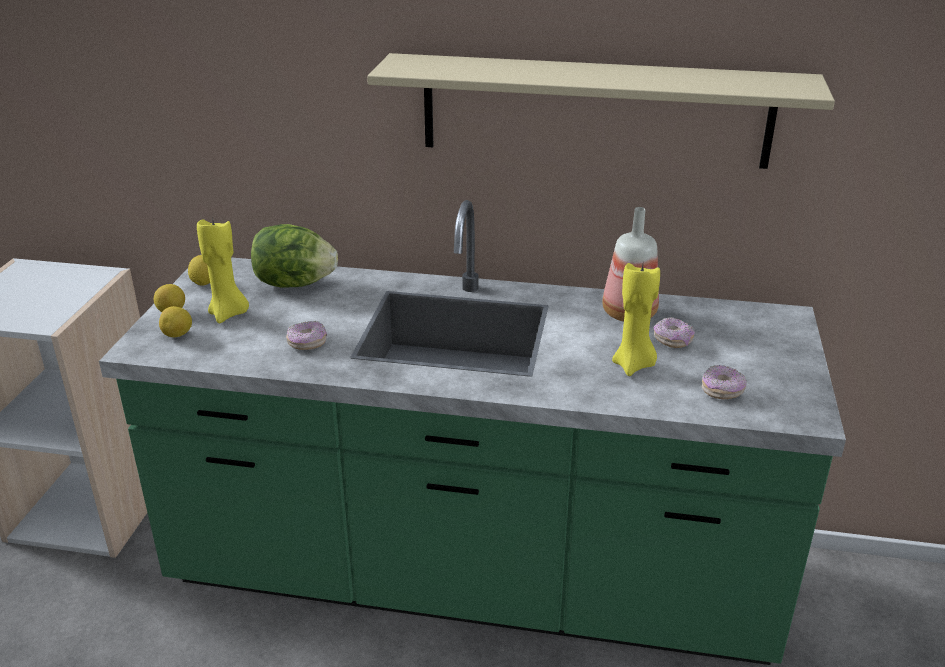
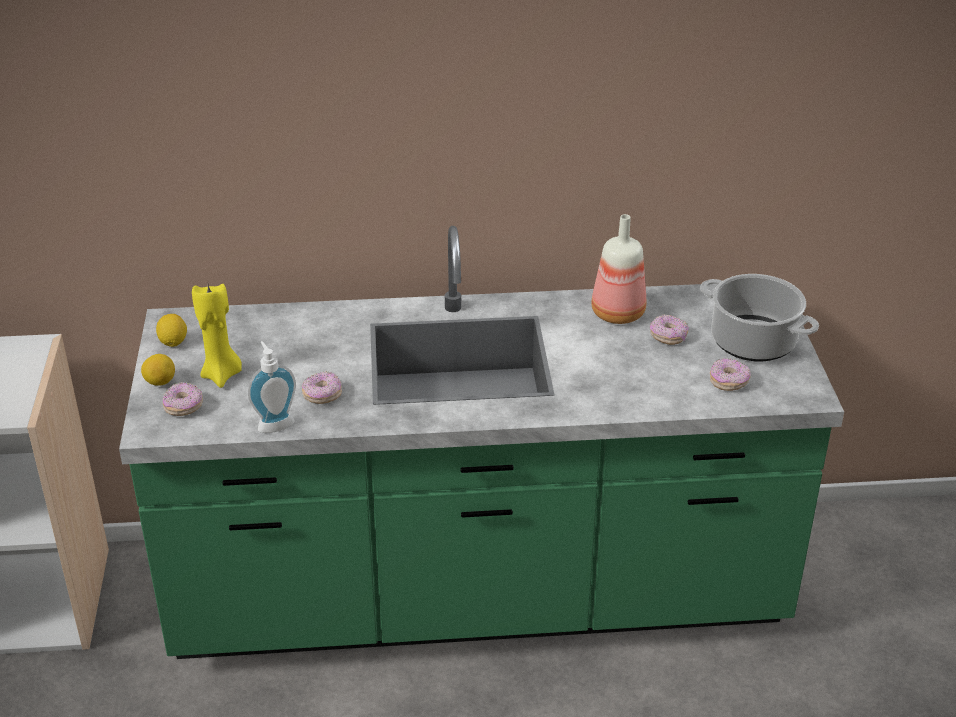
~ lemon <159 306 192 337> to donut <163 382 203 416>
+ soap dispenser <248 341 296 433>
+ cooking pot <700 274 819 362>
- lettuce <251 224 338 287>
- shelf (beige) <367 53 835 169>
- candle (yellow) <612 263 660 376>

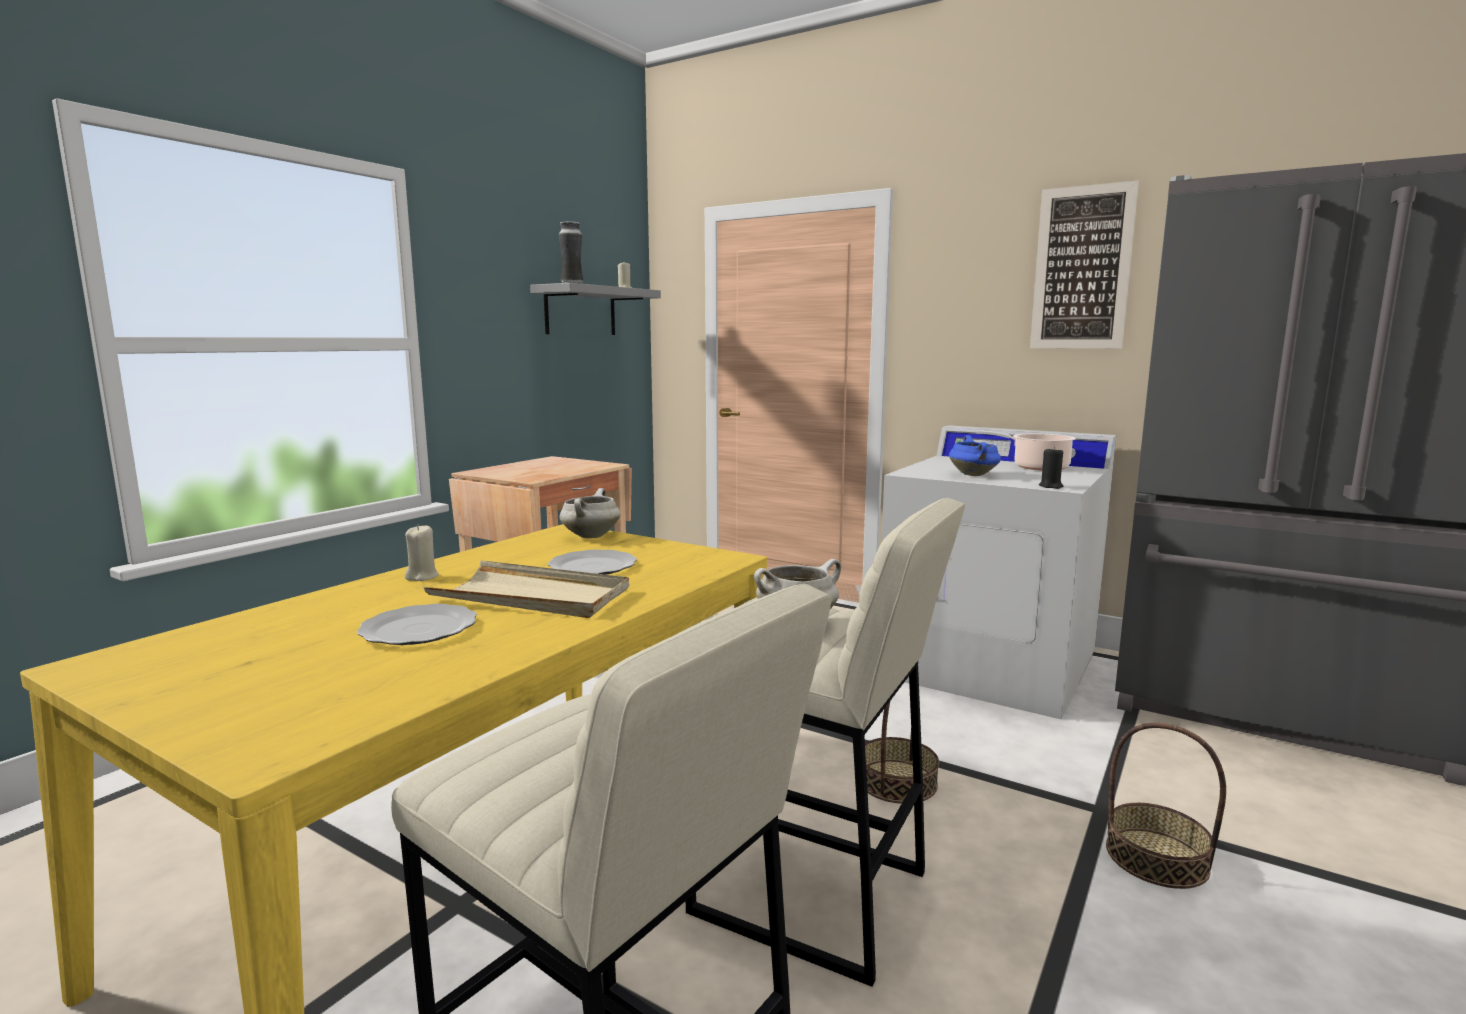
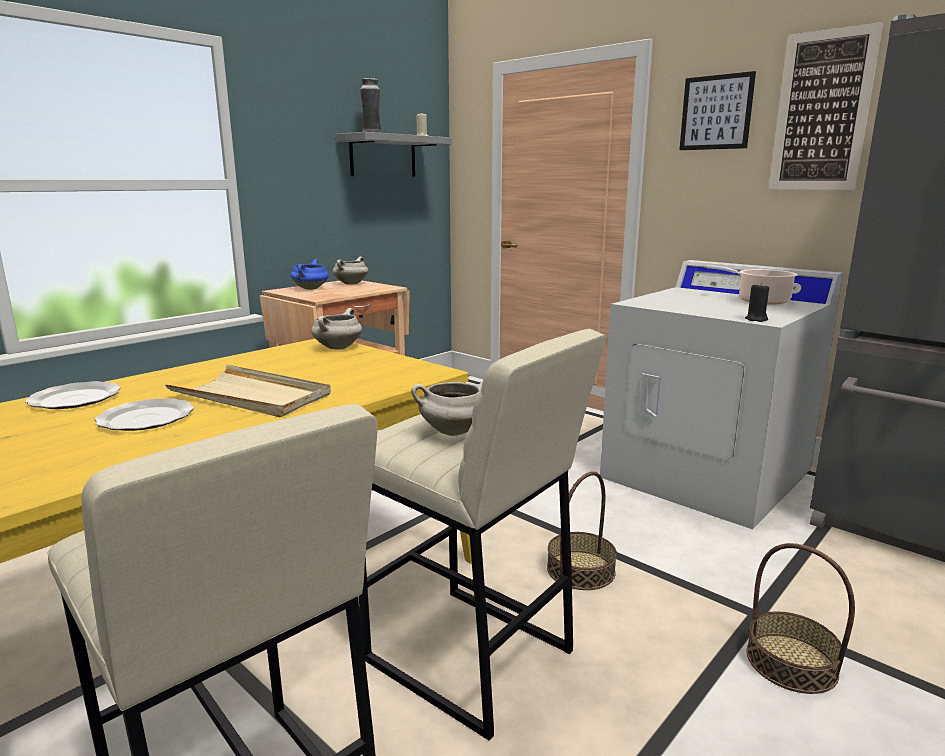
~ plate <548 549 637 575> to <25 381 121 409>
~ cooking pot (blue) <949 435 1001 476> to <291 259 328 290>
+ cooking pot (white) <333 257 368 285>
+ picture <679 71 756 150>
- candle (beige) <405 525 439 581>

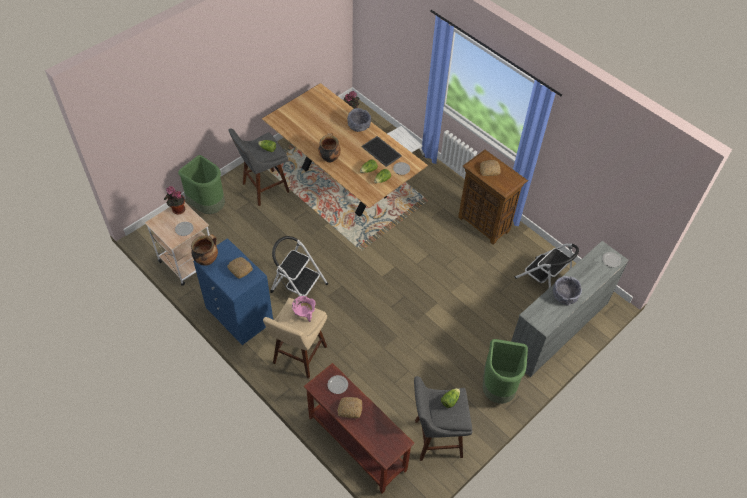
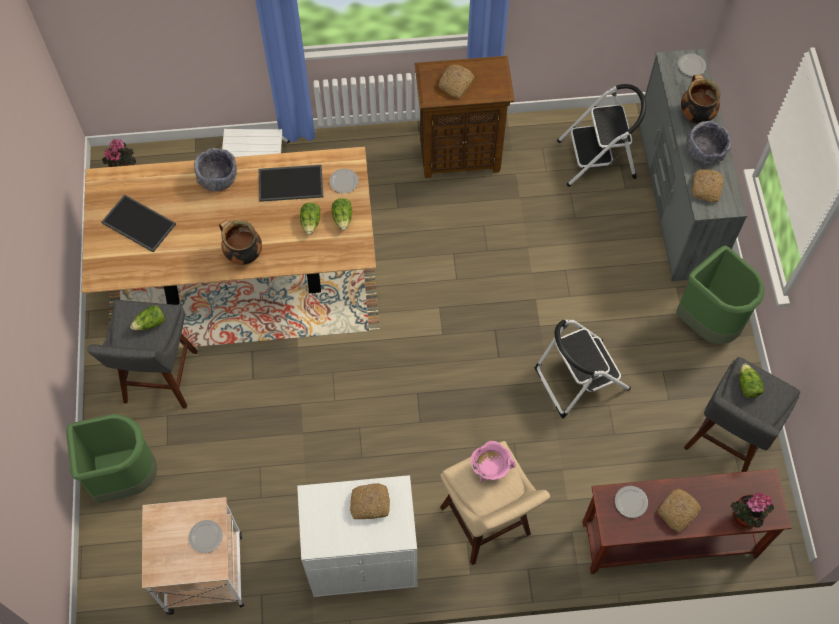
+ tray <101 194 176 252>
~ cabinet (blue) <193 238 273 345> to cabinet (white) <297 475 417 597>
~ step ladder <270 236 328 296> to <535 320 631 419>
~ cooking pot <191 234 218 266> to <681 75 720 124>
+ bread <692 169 724 202>
~ potted plant <164 186 185 214> to <730 492 774 529>

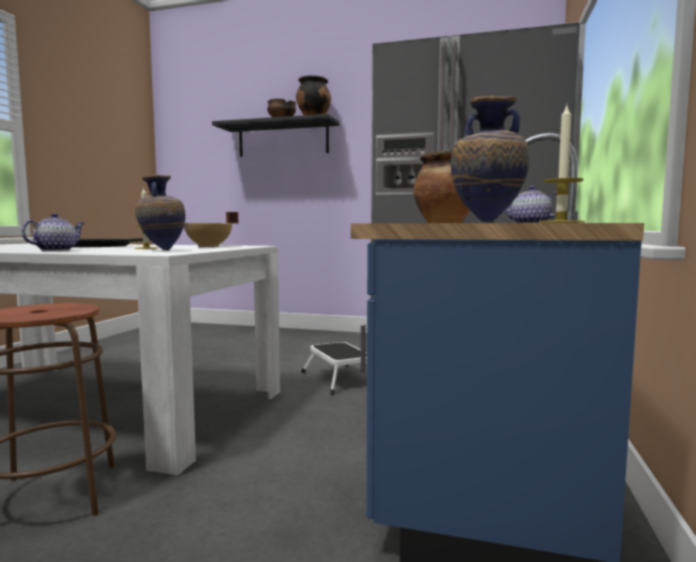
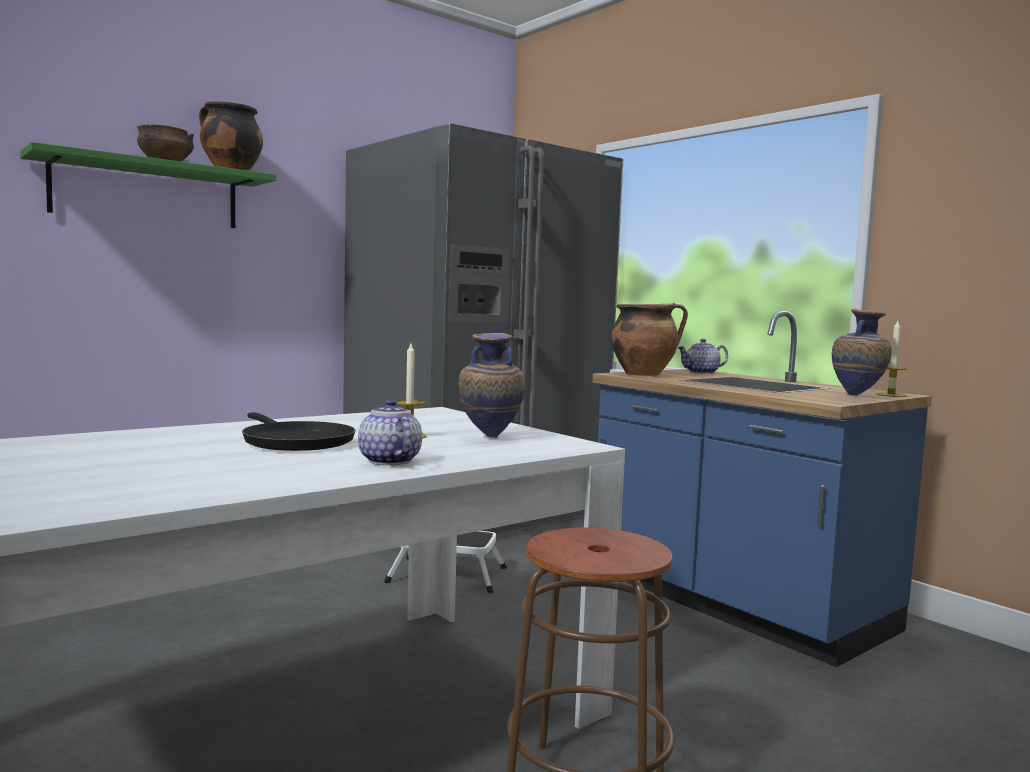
~ shelf (black) <212 114 339 157> to shelf (green) <20 142 276 228>
- cooking pot (beige) <184 212 238 248>

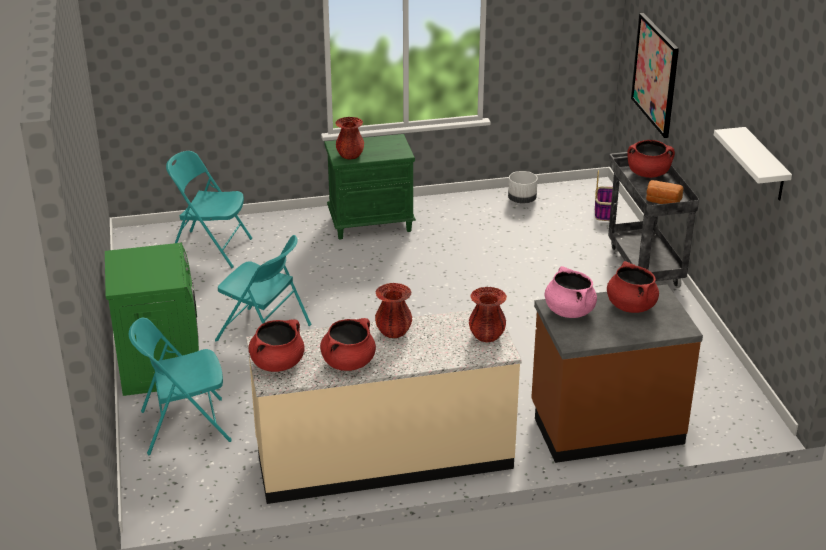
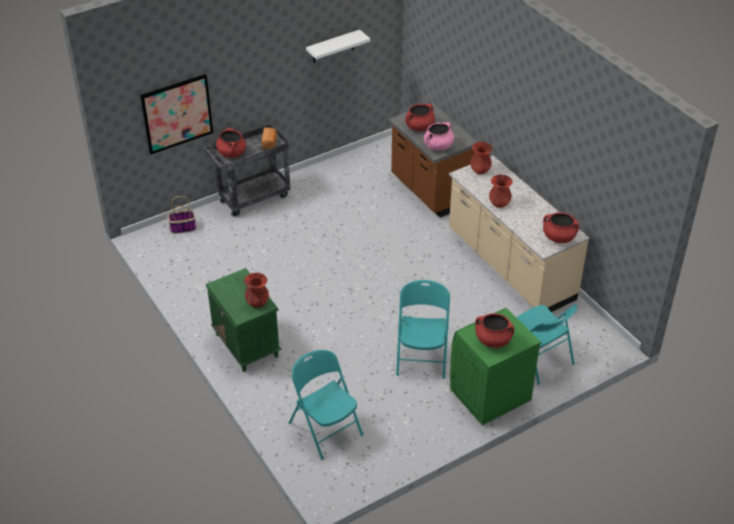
~ chair (turquoise) <166 151 252 269> = <289 350 364 460> 150 degrees clockwise
~ cooking pot (red) <320 318 376 371> to <475 313 514 348>
- planter (white) <508 171 538 204>

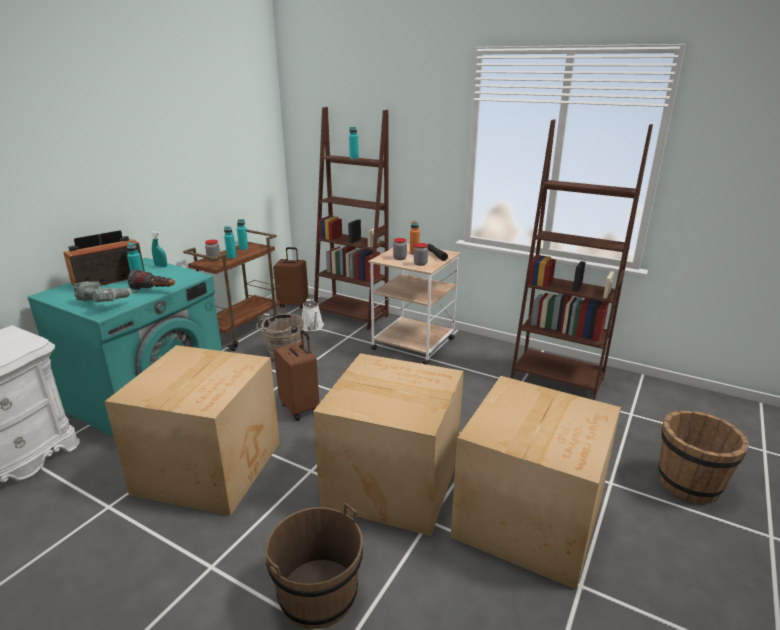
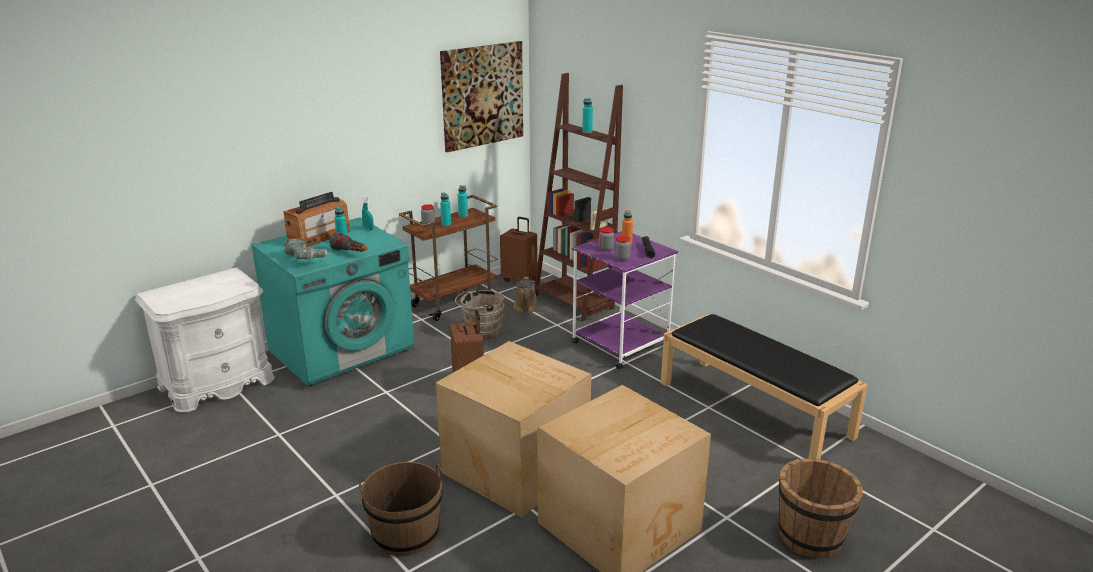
~ radio <64 230 145 286> = <283 192 350 247> 150 degrees clockwise
+ picture <440 41 523 152>
~ watering can (white) <302 298 324 331> to watering can (brown) <513 277 539 313>
~ cart (beige) <369 244 461 365> to cart (purple) <572 231 678 369>
~ bookcase (brown) <511 120 653 400> to bench (black) <661 314 868 459>
- cardboard box <104 345 280 516>

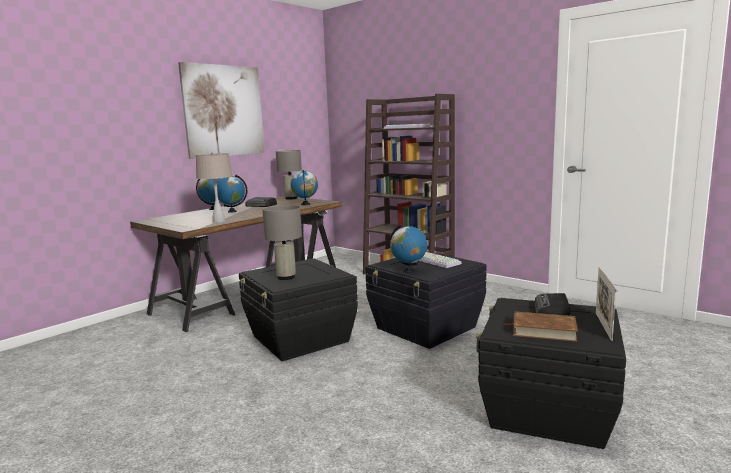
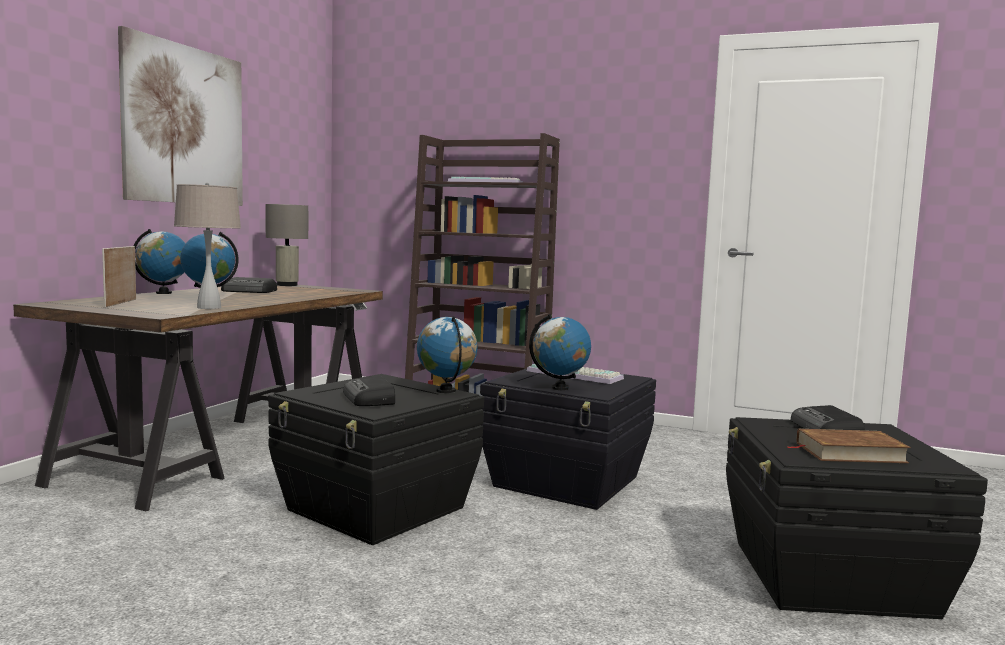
~ picture frame <596 267 616 341> to <102 246 136 308>
~ table lamp (grey) <263 205 302 280> to radio <343 376 395 406>
~ globe <291 170 318 205> to <417 316 478 393>

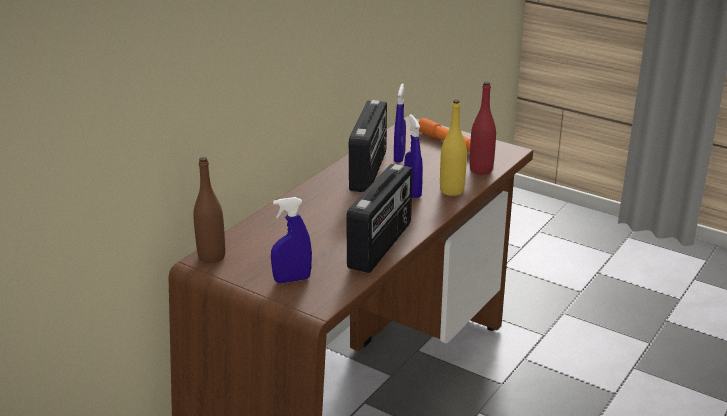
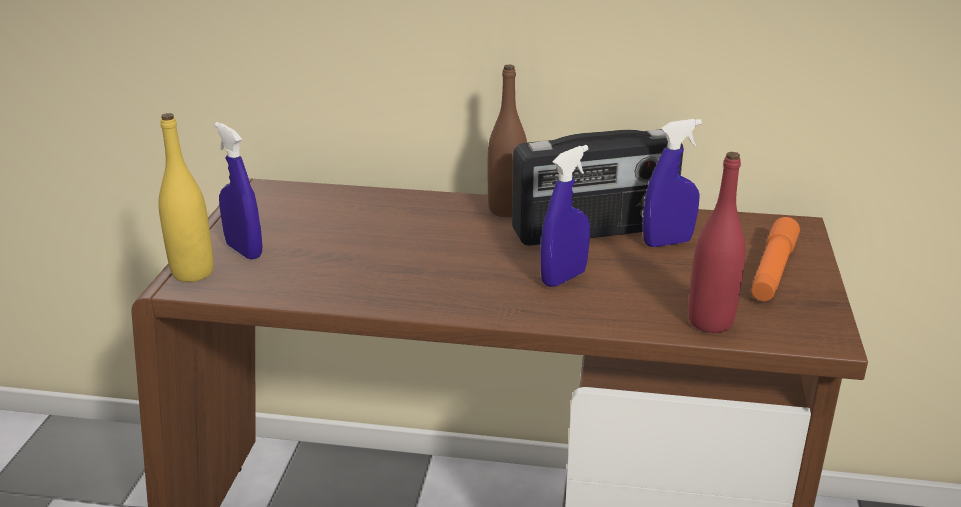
~ bottle (yellow) <440 99 467 196> to <158 113 214 282>
~ bottle (brown) <194 157 225 263> to <488 64 527 217>
- radio <346 164 413 273>

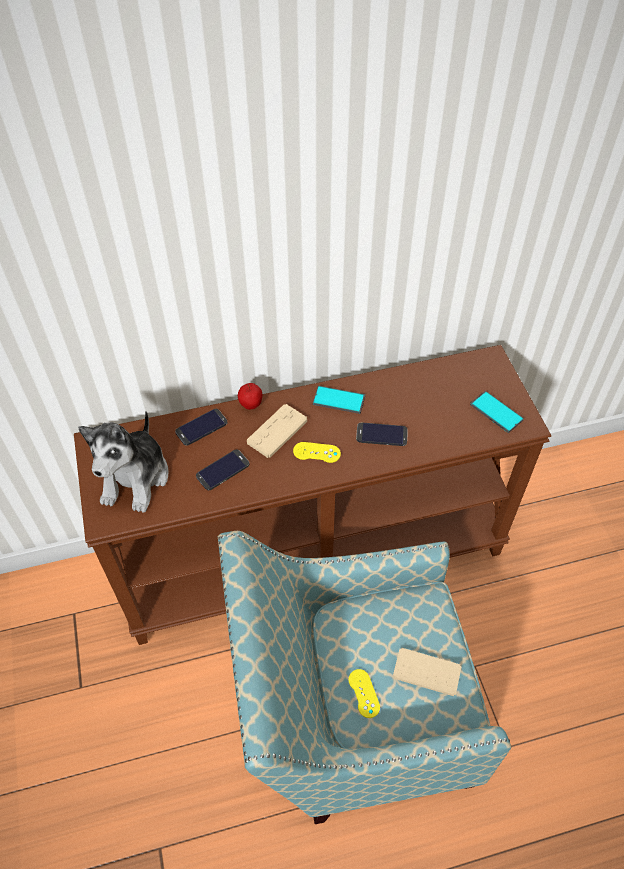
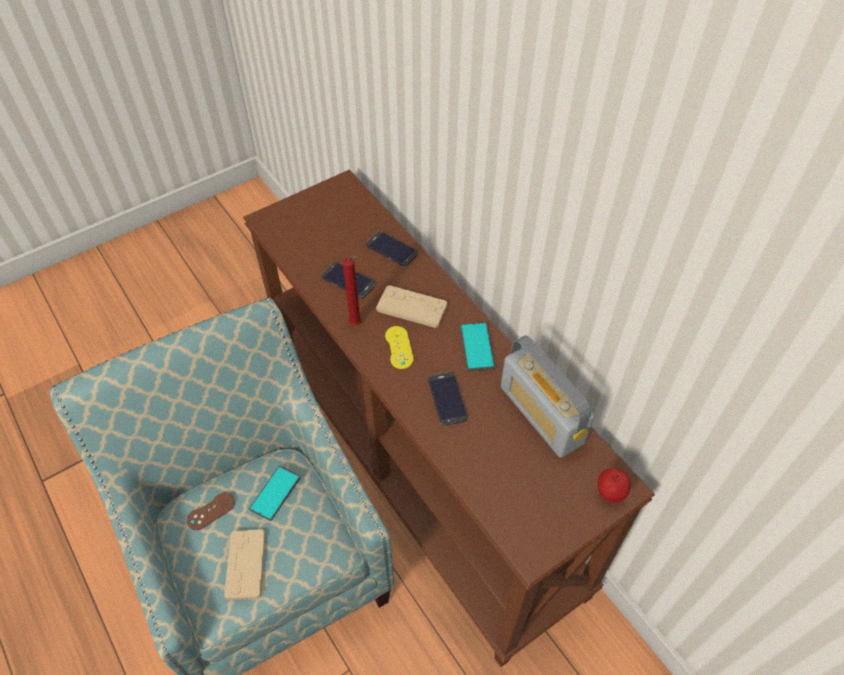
~ game controller (yellow) <348 669 380 718> to game controller (brown) <186 493 235 530>
~ phone <470 391 524 433> to <249 465 300 521>
+ candle (red) <343 256 361 326>
+ radio <501 335 594 458>
~ apple <238 383 262 410> to <598 468 630 503>
- plush toy <78 411 169 513>

